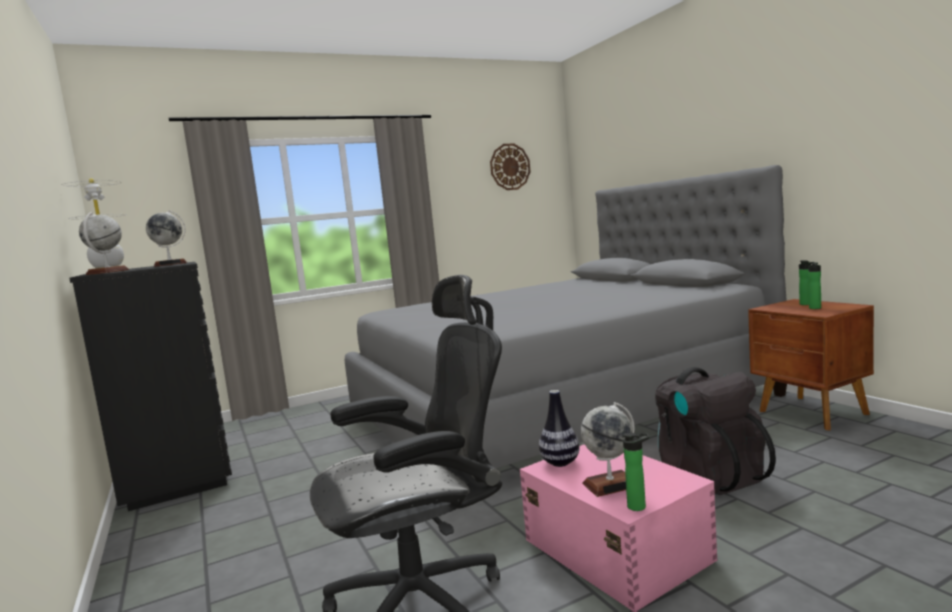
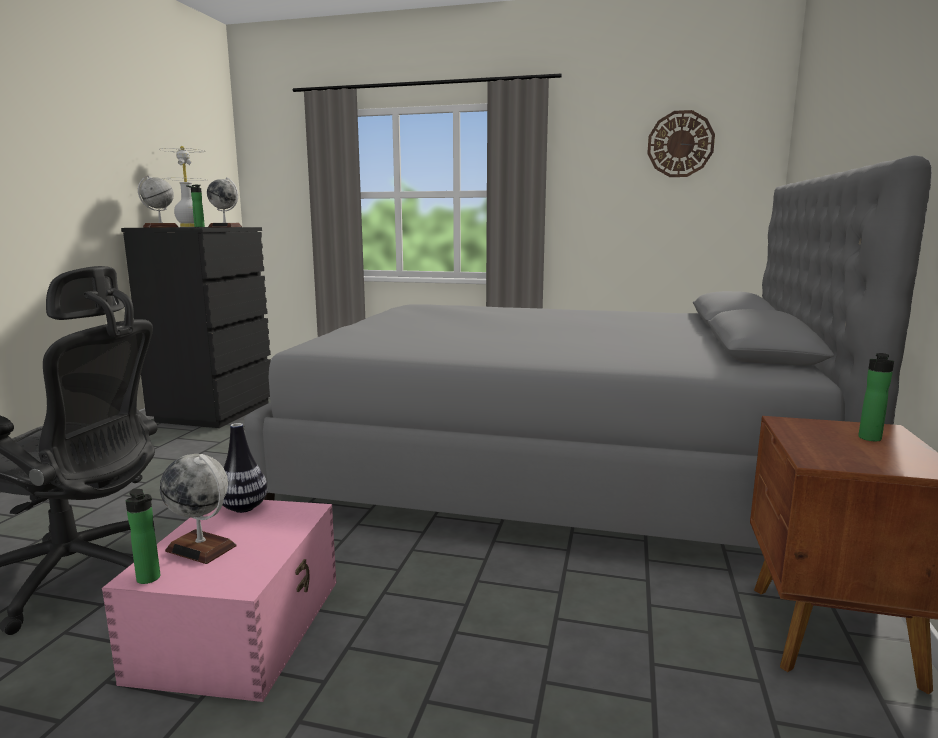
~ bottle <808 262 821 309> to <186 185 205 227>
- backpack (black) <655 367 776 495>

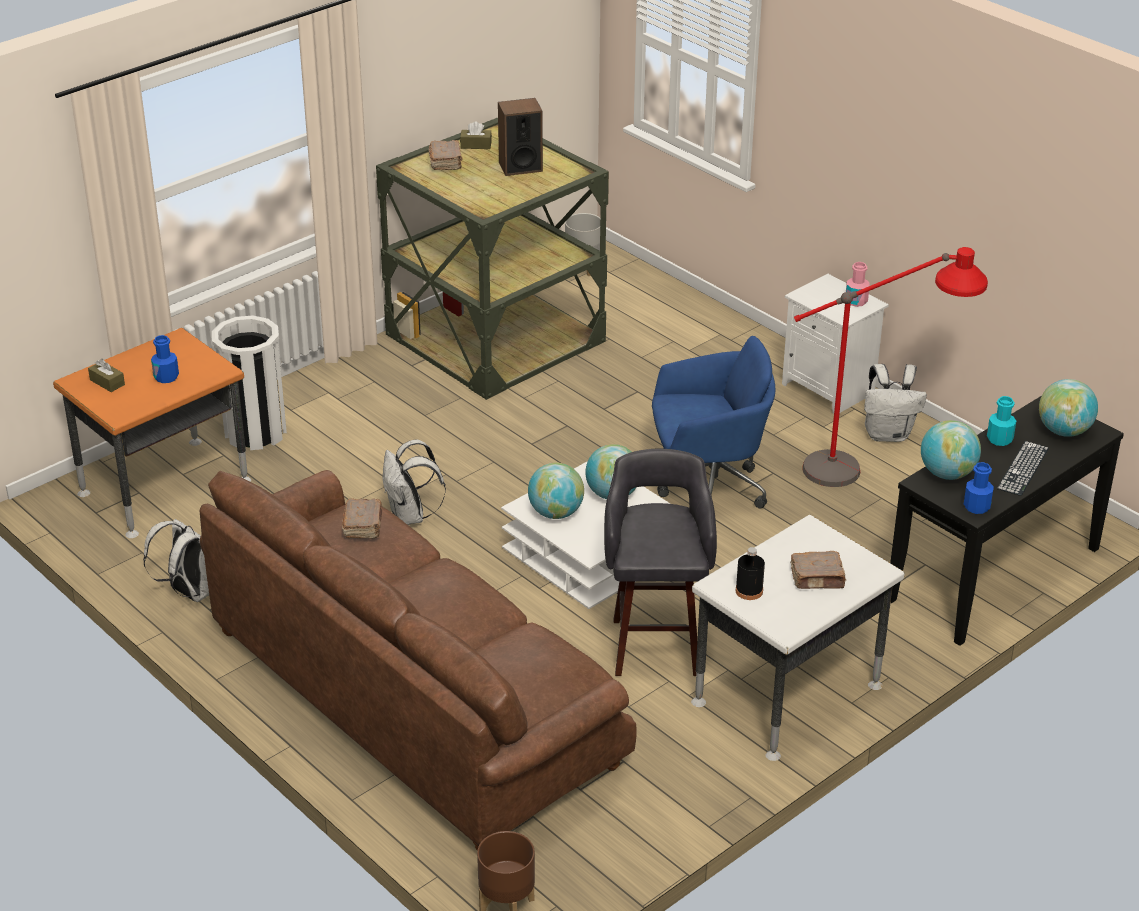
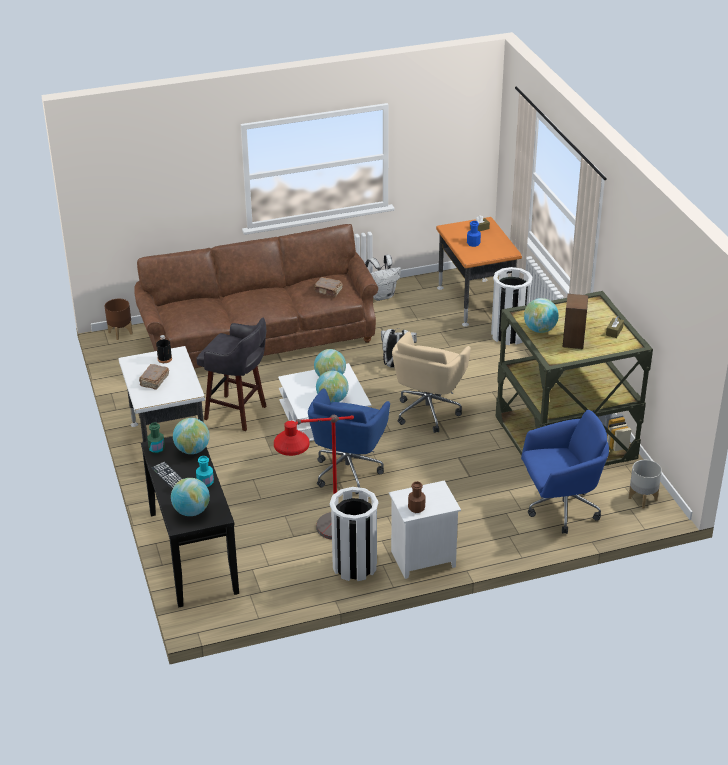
~ bottle (blue) <963 462 994 514> to bottle (green) <147 422 165 453>
~ backpack (white) <864 364 927 442> to trash can (white) <330 487 378 581>
+ office chair (beige) <392 332 471 433>
~ bottle (pink) <846 262 870 307> to bottle (brown) <408 481 426 513>
+ office chair (blue) <521 410 609 534>
+ globe <524 298 559 333>
- book (brown) <428 140 463 170>

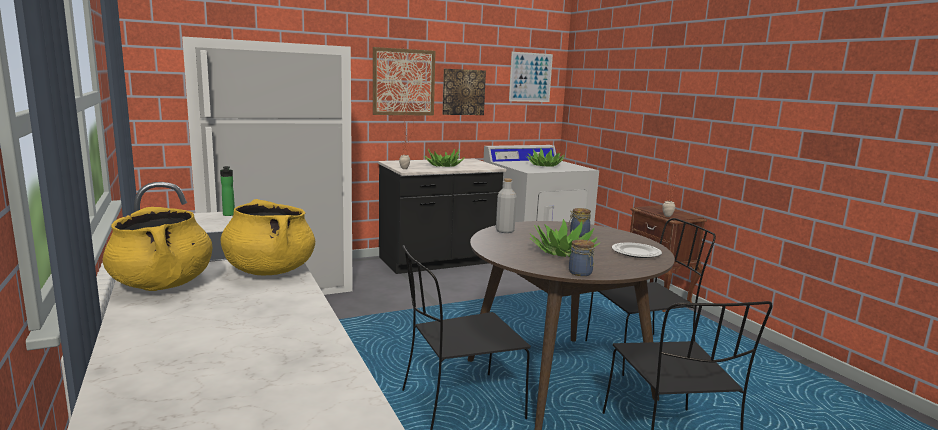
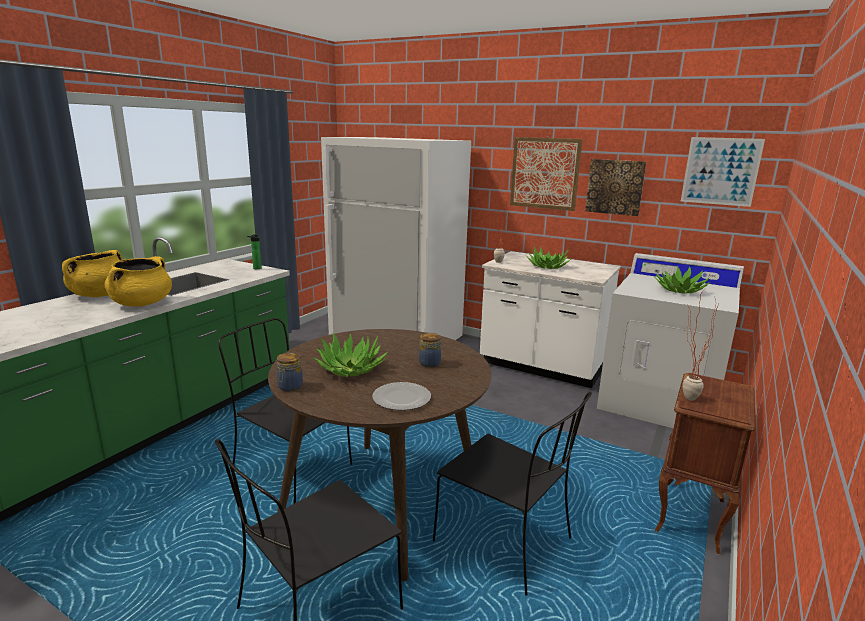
~ counter (black) <378 159 506 274> to counter (white) <480 251 621 388>
- bottle (grey) <496 178 517 233>

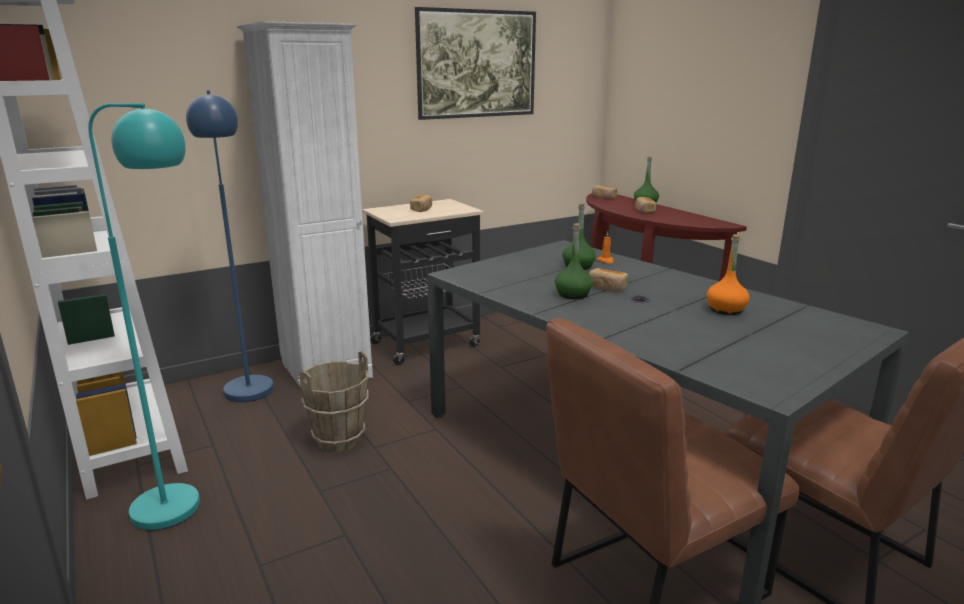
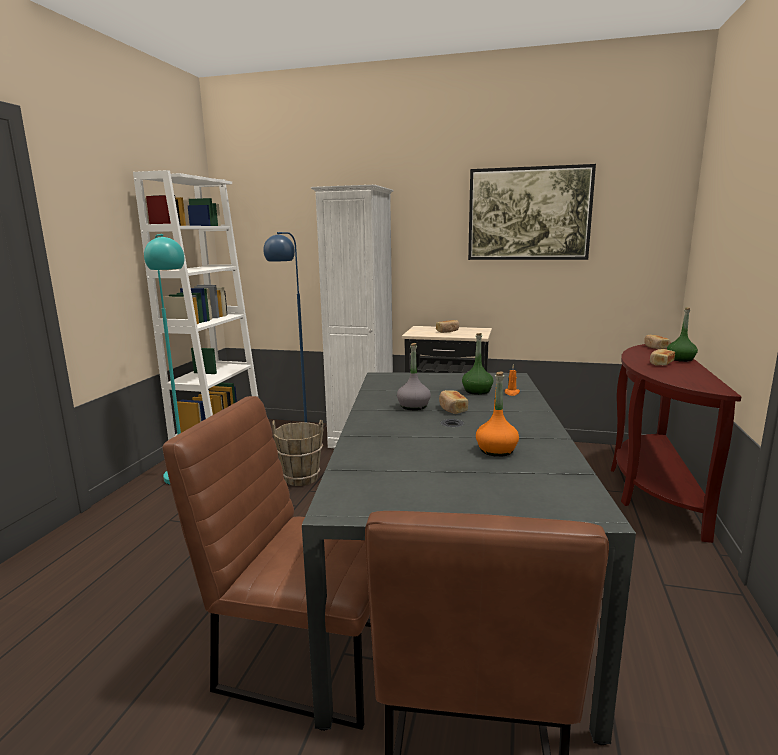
~ bottle (green) <555 223 593 299> to bottle (grey) <397 343 431 410>

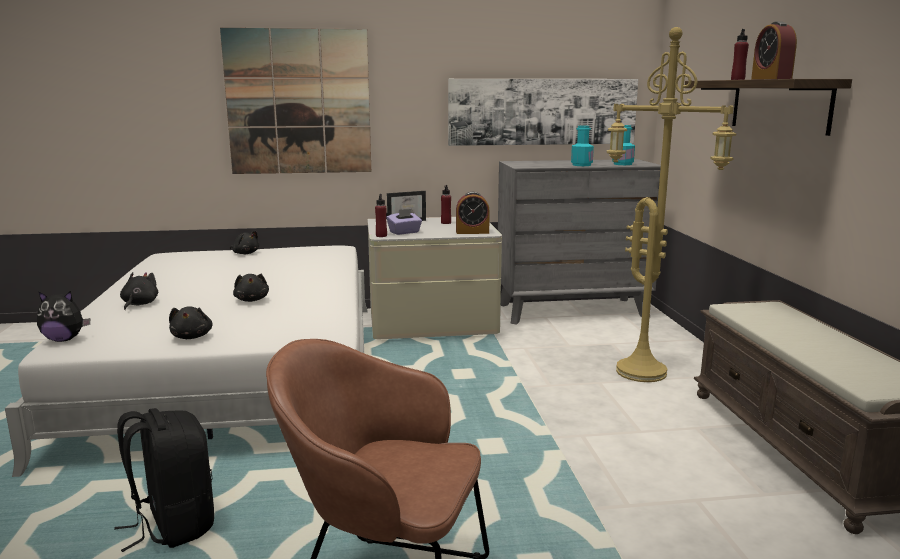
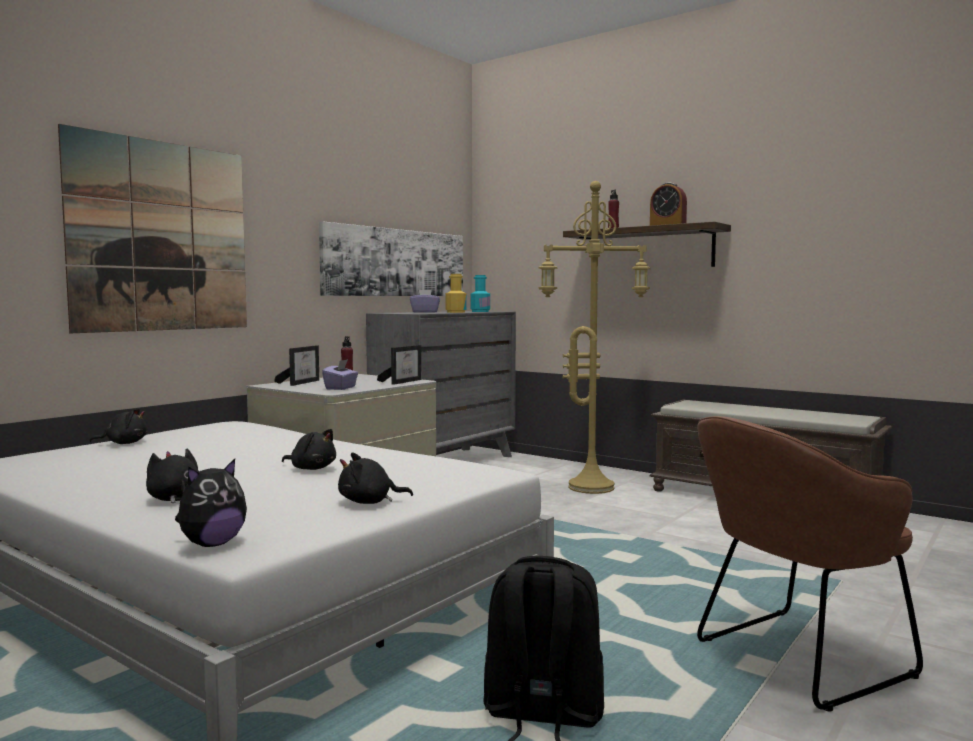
~ plush toy (black) <169 306 213 339> = <338 453 413 504> 135 degrees clockwise
~ alarm clock <456 192 490 234> to picture frame <377 345 421 385>
+ tissue box (purple) <410 289 440 313>
~ bottle (turquoise) <571 126 594 166> to bottle (yellow) <446 274 467 313>
- bottle (red) <375 194 387 237>

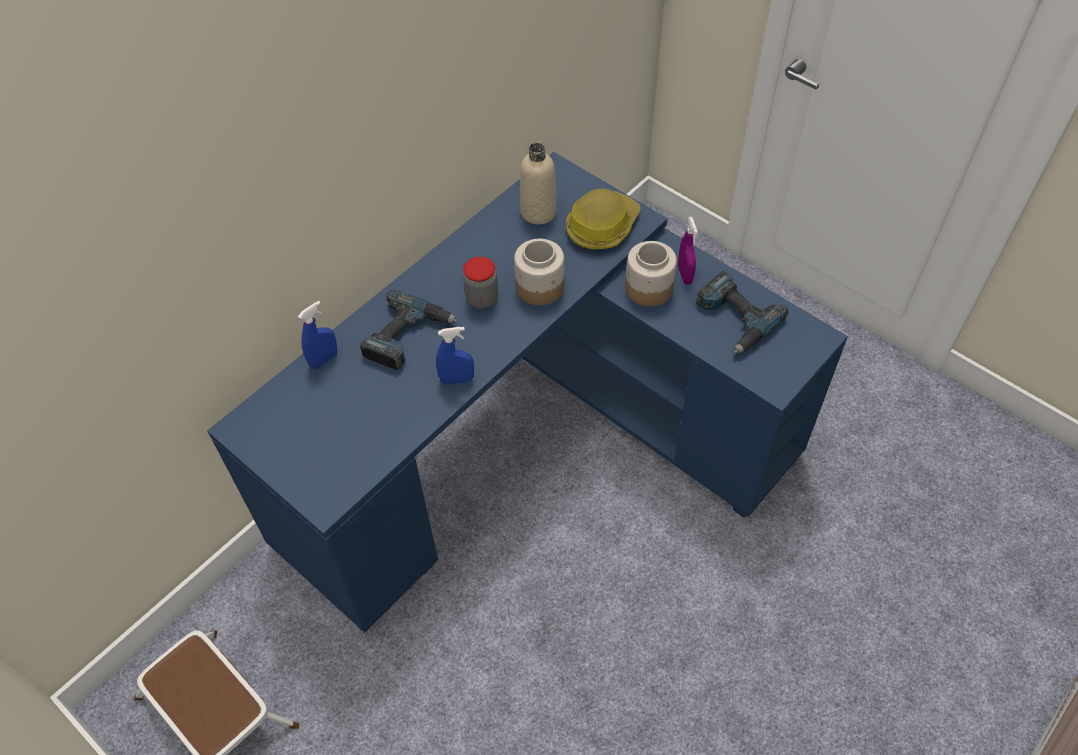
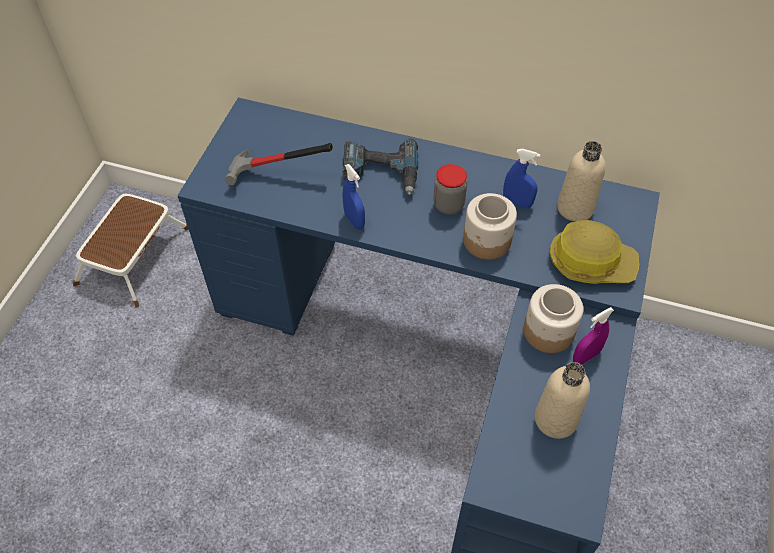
+ hammer <225 143 333 185>
~ spray bottle (blue) <298 301 337 369> to <503 149 541 209>
~ power drill <695 271 788 353> to bottle (beige) <535 362 590 439>

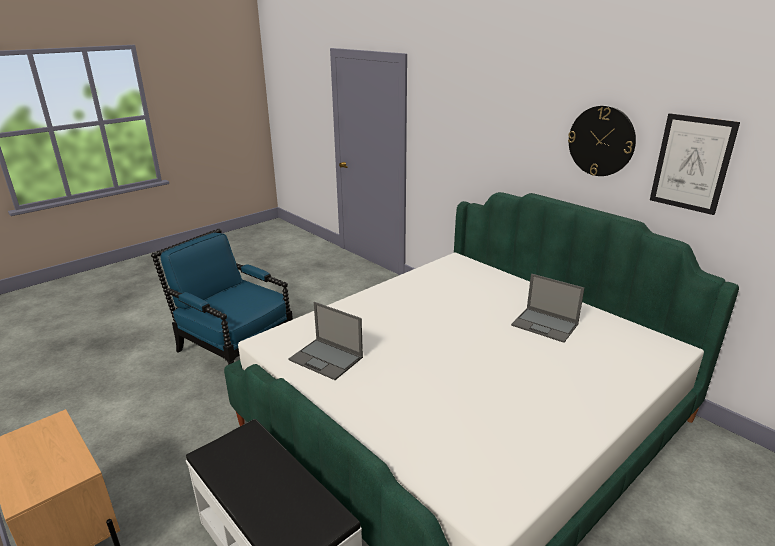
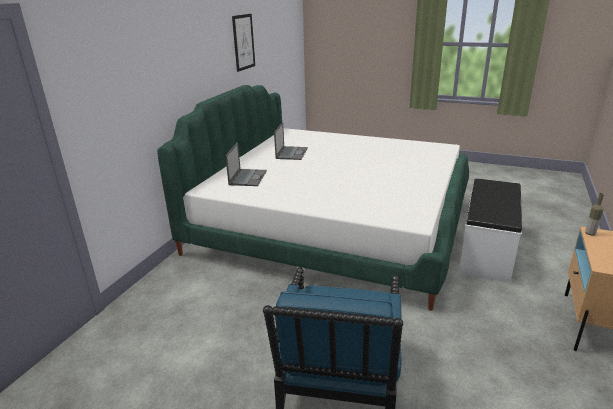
~ laptop <288 302 363 380> to <225 142 267 186>
+ bottle <585 193 604 235>
- wall clock <568 105 636 176>

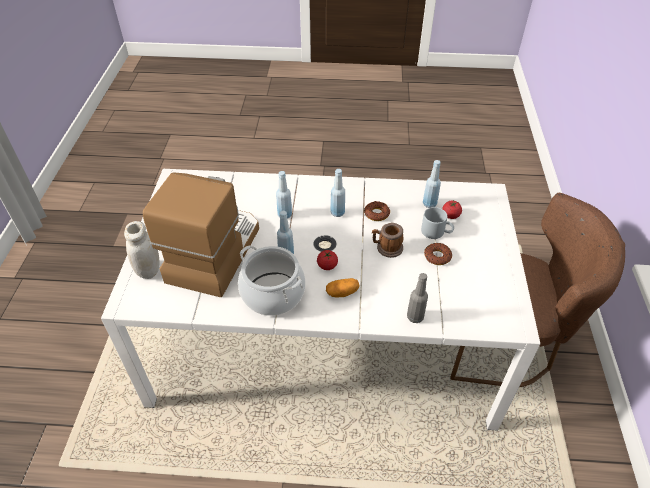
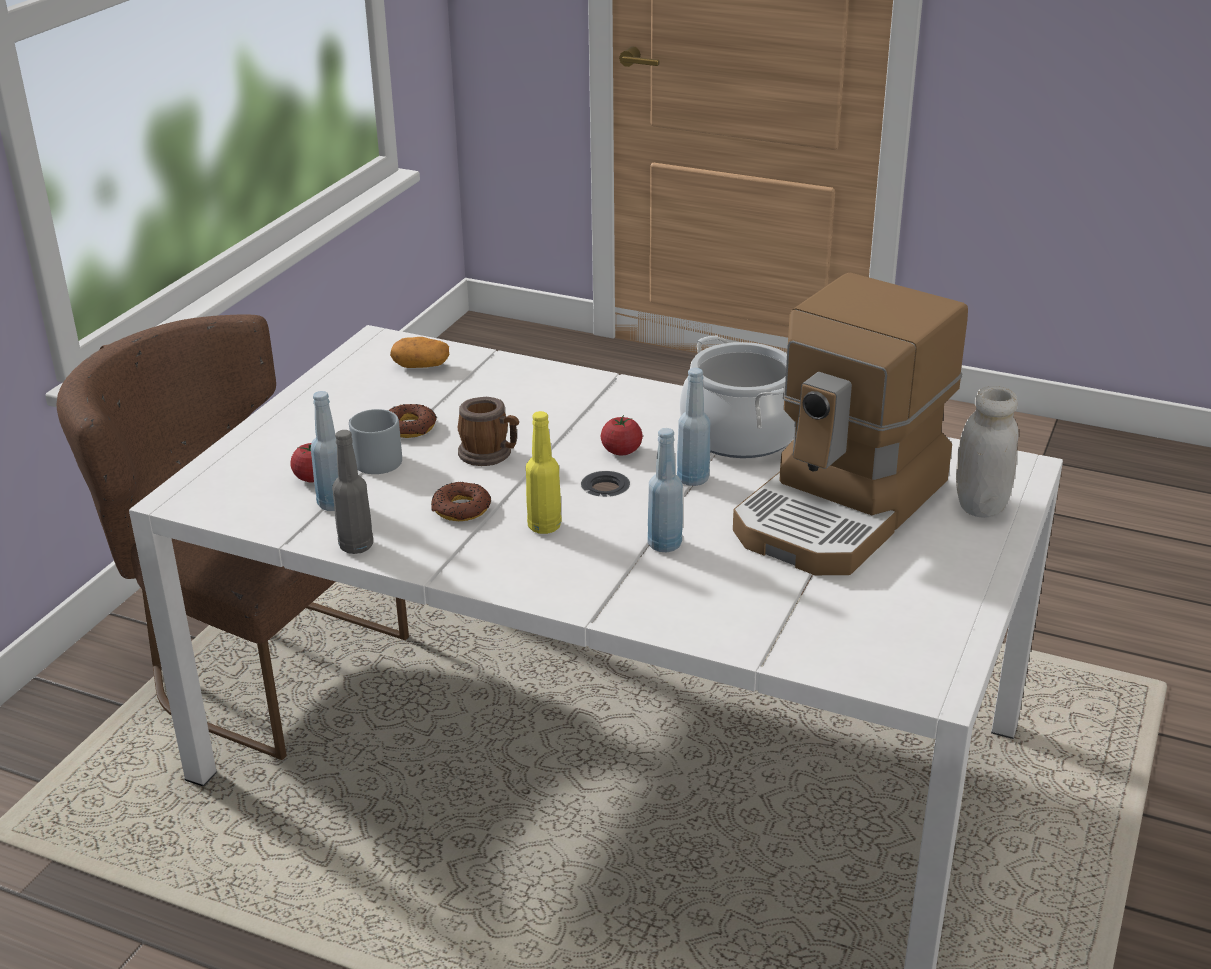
~ bottle (grey) <407 273 428 323> to <332 430 373 554>
~ potato <326 278 360 297> to <390 337 449 368>
~ bottle (blue) <330 169 345 217> to bottle (yellow) <526 411 562 534>

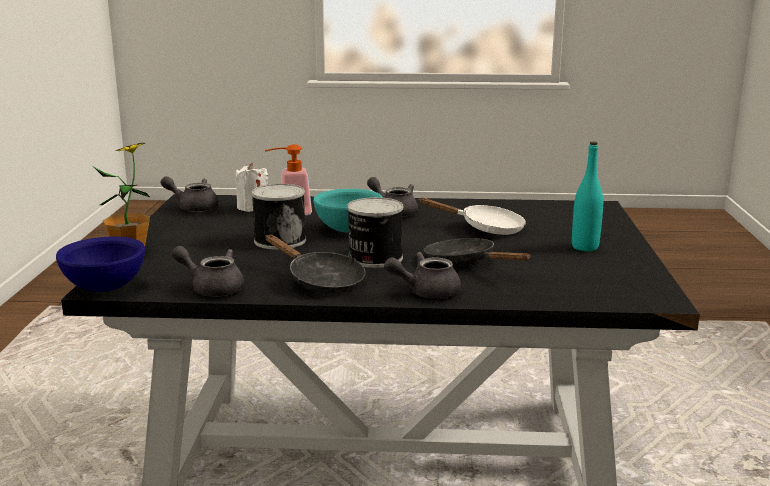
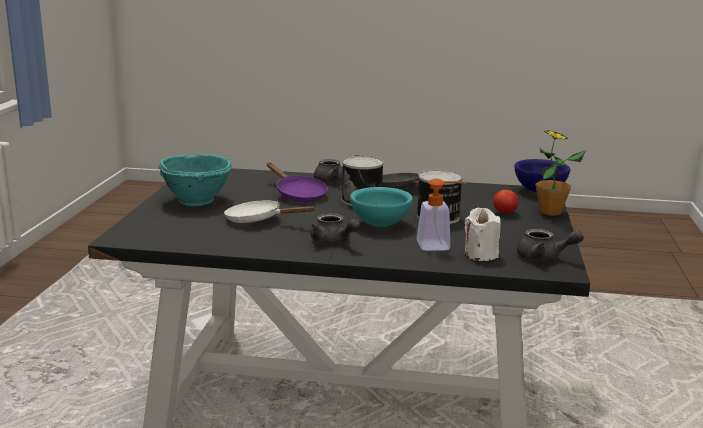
~ bottle (turquoise) <572 142 603 251> to bowl (turquoise) <159 154 232 206>
~ frying pan (black) <424 238 531 264> to frying pan (purple) <267 163 328 202>
+ tomato <493 190 518 214>
- teapot (grey) <171 246 244 296>

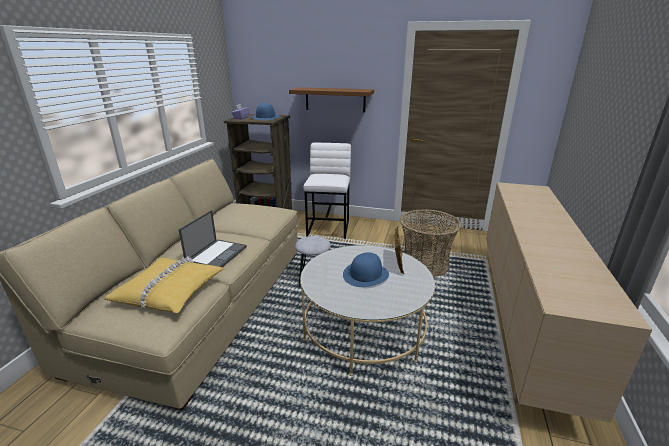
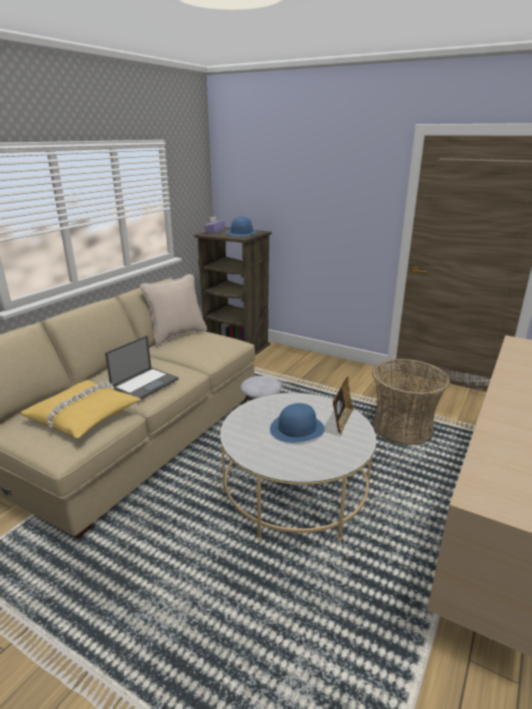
+ pillow (beige) <140 274 207 345>
- shelf (brown) <289 87 374 112>
- stool (white) <303 143 351 239>

